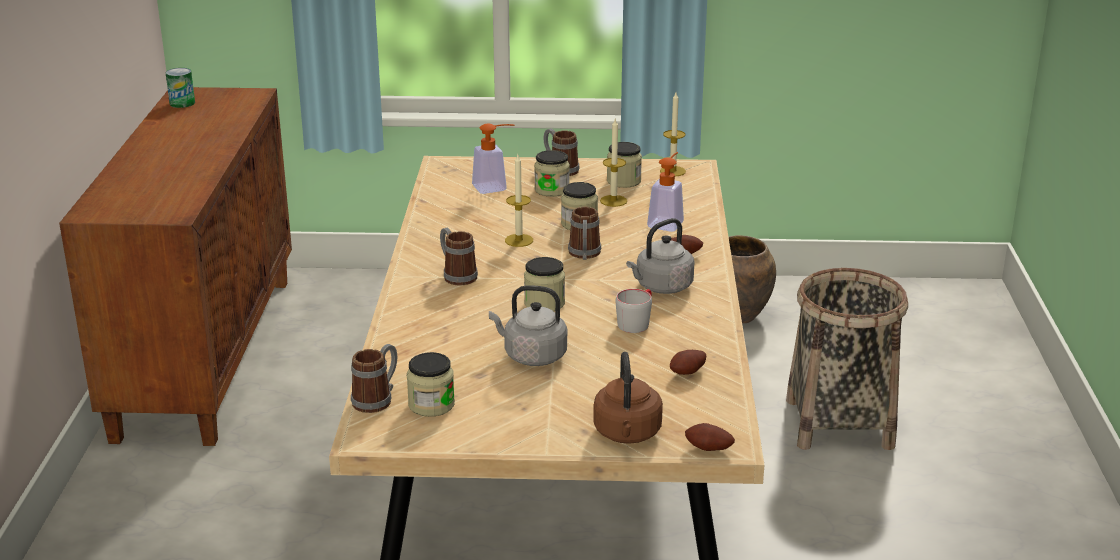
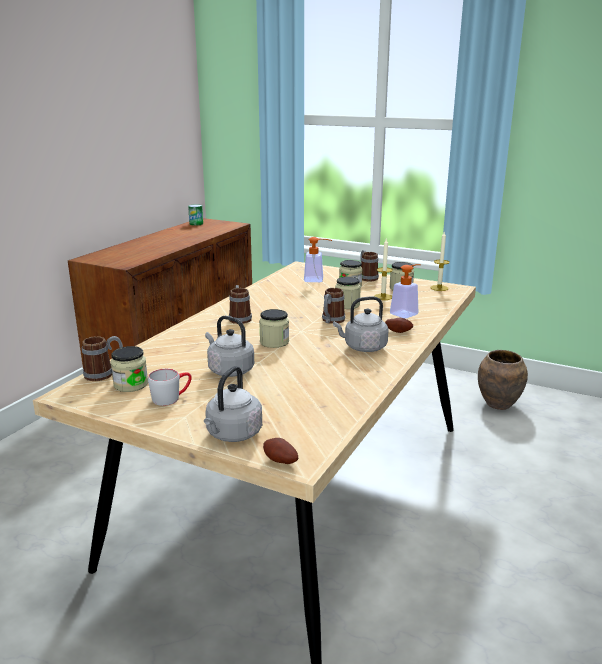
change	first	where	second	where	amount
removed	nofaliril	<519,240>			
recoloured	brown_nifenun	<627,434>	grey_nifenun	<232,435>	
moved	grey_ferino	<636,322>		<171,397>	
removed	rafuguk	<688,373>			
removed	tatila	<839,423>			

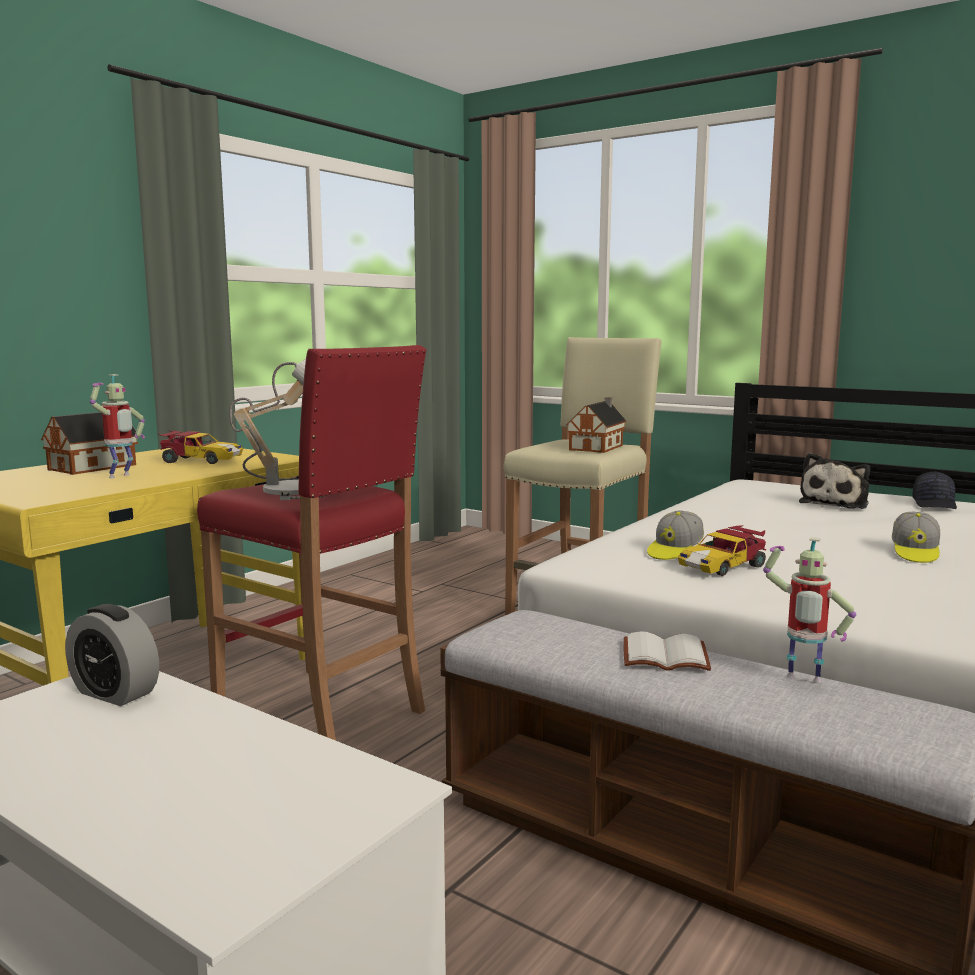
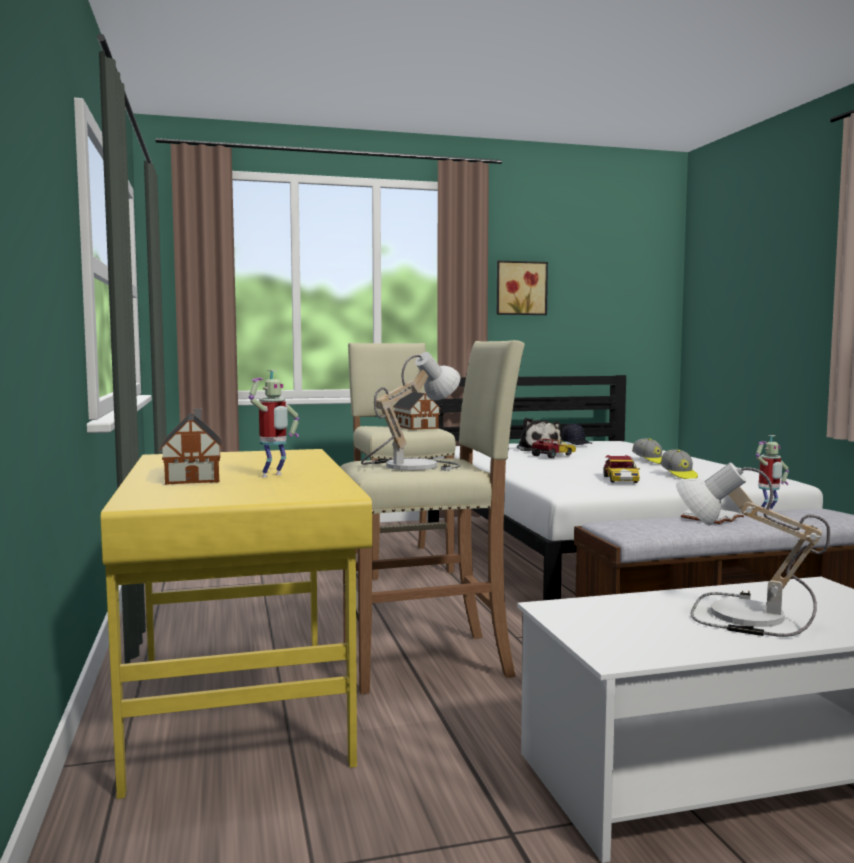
change	first	where	second	where	amount
removed	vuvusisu	<115,693>			
turned	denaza	<121,476>		<273,476>	60 degrees clockwise
moved	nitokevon	<200,461>		<552,455>	
recoloured	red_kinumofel	<321,712>	beige_kinumofel	<428,662>	
moved	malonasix	<674,551>		<679,475>	
added			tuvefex	<520,288>	
added			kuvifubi	<741,616>	

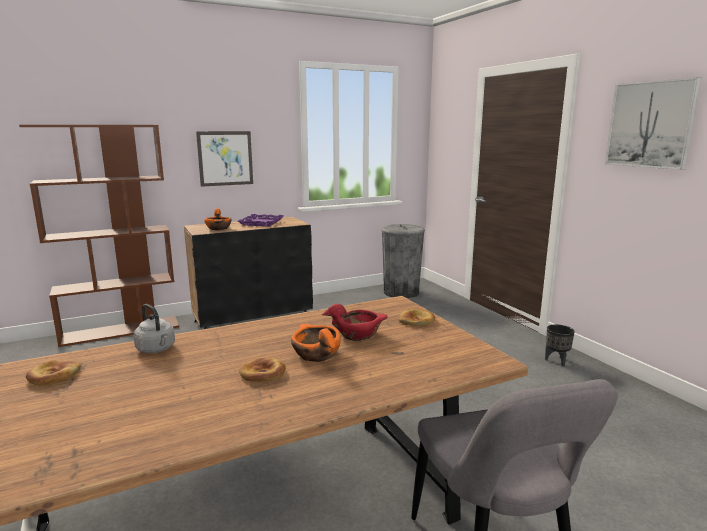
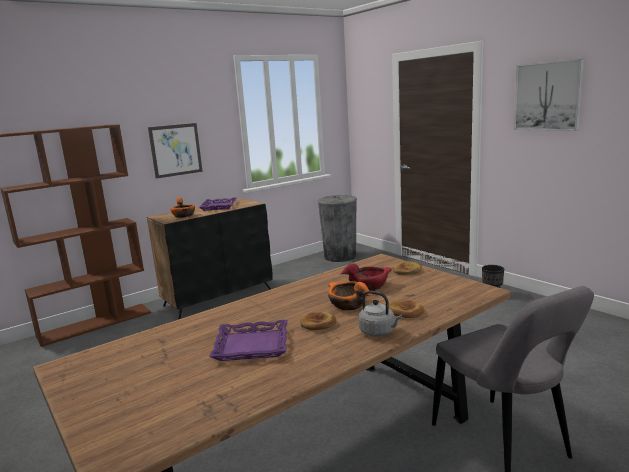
change	first	where	second	where	amount
moved	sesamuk	<53,376>		<406,312>	
moved	grey_nifenun	<157,349>		<379,332>	
added			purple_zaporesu	<251,346>	

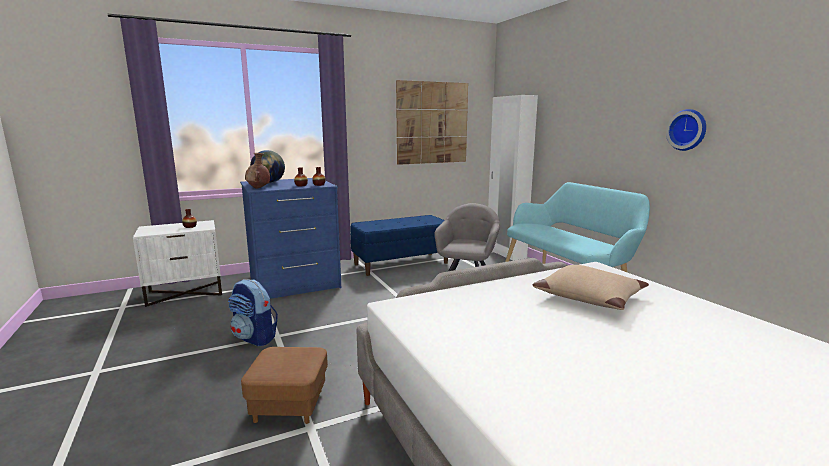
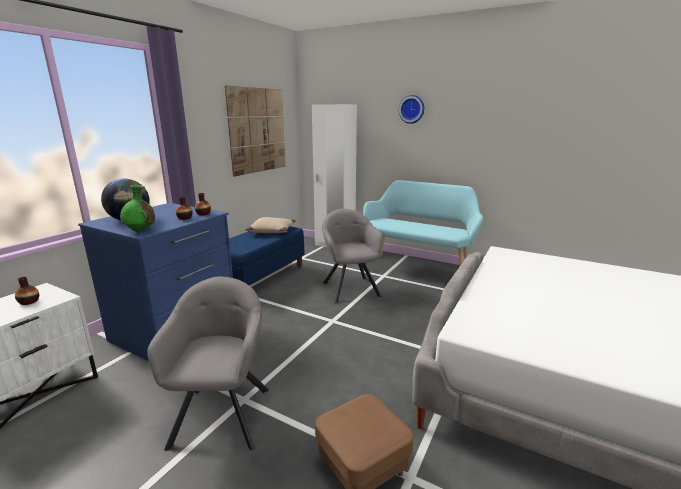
change	first	where	second	where	amount
replaced	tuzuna	<255,338>	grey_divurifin	<222,413>	
recoloured	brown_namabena	<258,188>	green_namabena	<141,231>	
moved	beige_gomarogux	<589,297>		<272,231>	
moved	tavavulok	<688,130>		<412,109>	

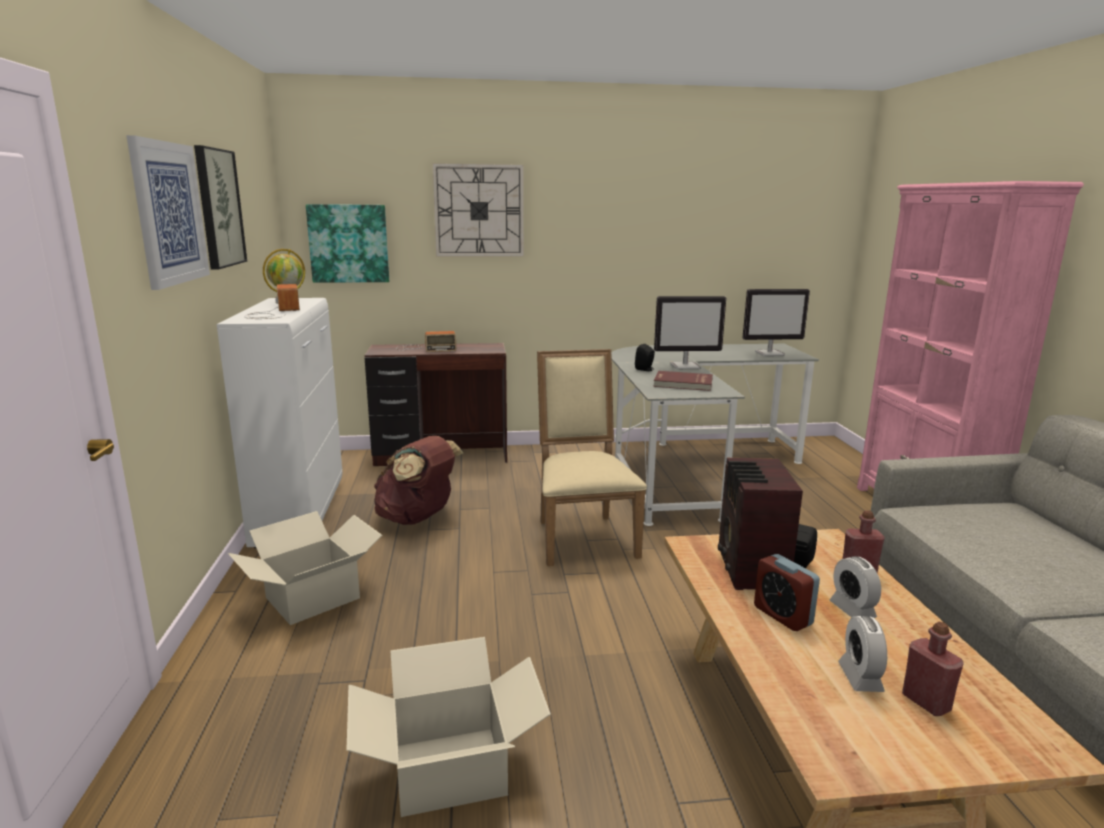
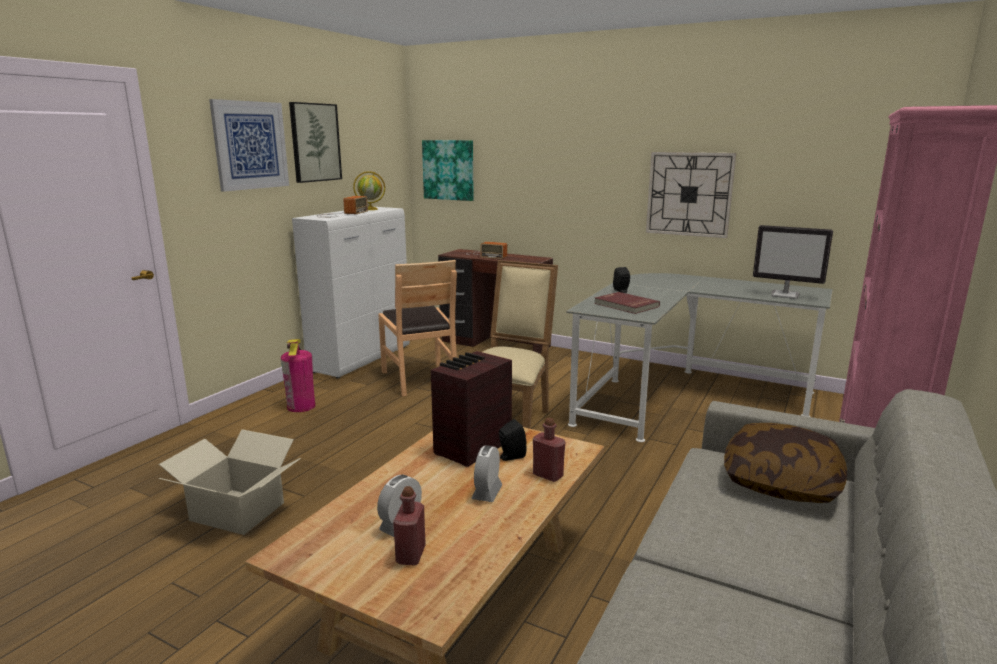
change	first	where	second	where	amount
replaced	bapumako	<313,598>	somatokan	<301,406>	
replaced	brown_tuzuna	<417,518>	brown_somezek	<420,379>	
moved	tavavulok	<479,211>		<689,194>	
removed	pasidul	<685,366>			
removed	vuvusisu	<782,615>			
added			gomarogux	<781,481>	

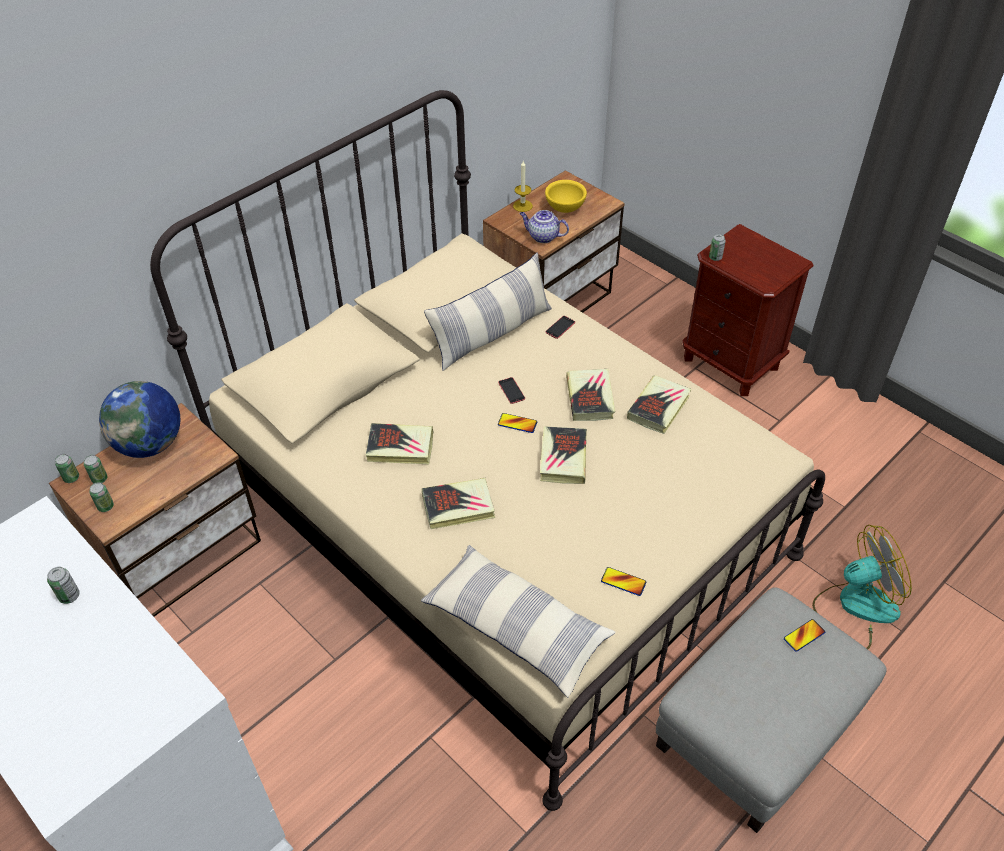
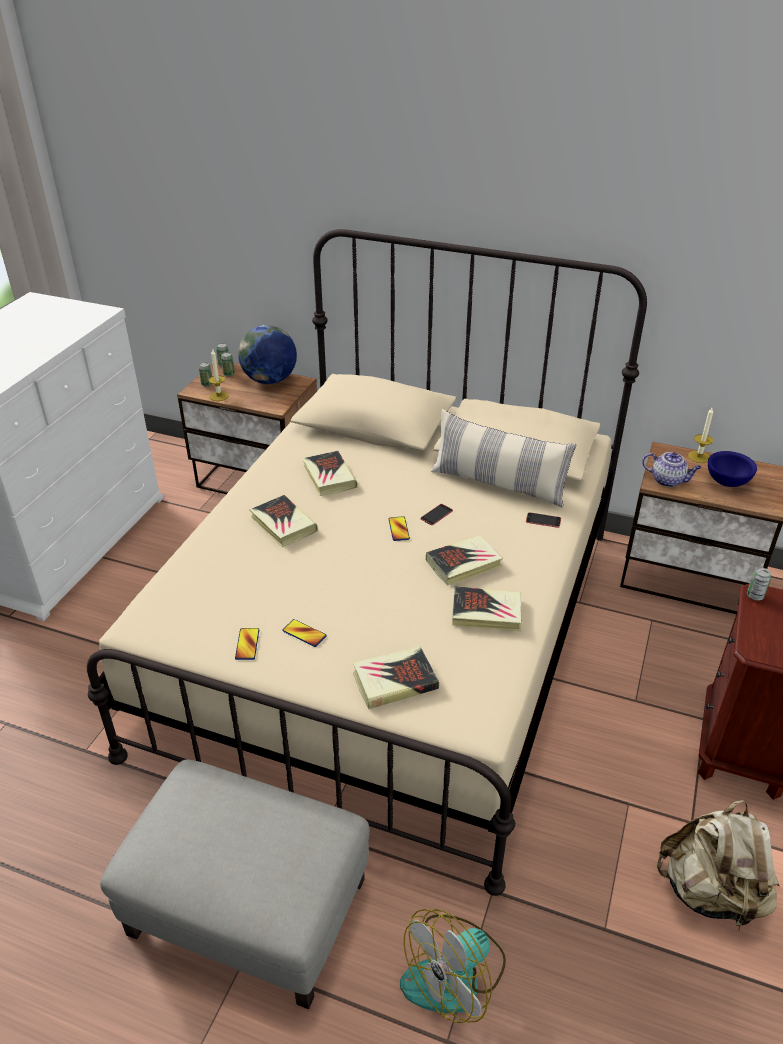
change	first	where	second	where	amount
removed	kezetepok	<69,596>			
removed	gomarogux	<516,627>			
turned	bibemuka	<542,236>		<668,480>	120 degrees clockwise
moved	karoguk	<563,458>		<394,681>	
recoloured	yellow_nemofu	<564,208>	blue_nemofu	<726,482>	
moved	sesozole	<804,635>		<304,634>	
turned	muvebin	<855,607>		<454,974>	90 degrees clockwise
added			nofaliril	<219,396>	
added			beige_tuzuna	<710,892>	

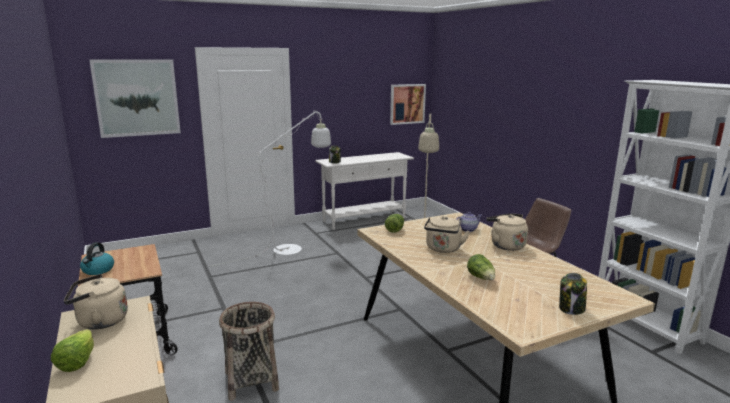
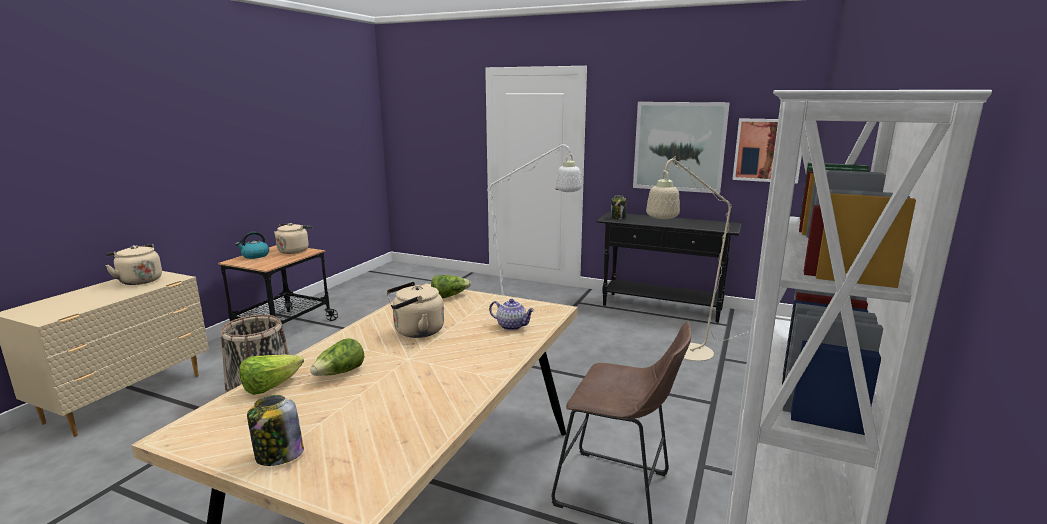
change	first	where	second	where	amount
moved	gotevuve	<77,362>		<270,387>	
moved	tuvefex	<137,98>		<679,147>	
recoloured	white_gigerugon	<364,220>	black_gigerugon	<662,307>	
moved	beige_nifenun	<505,245>		<294,250>	

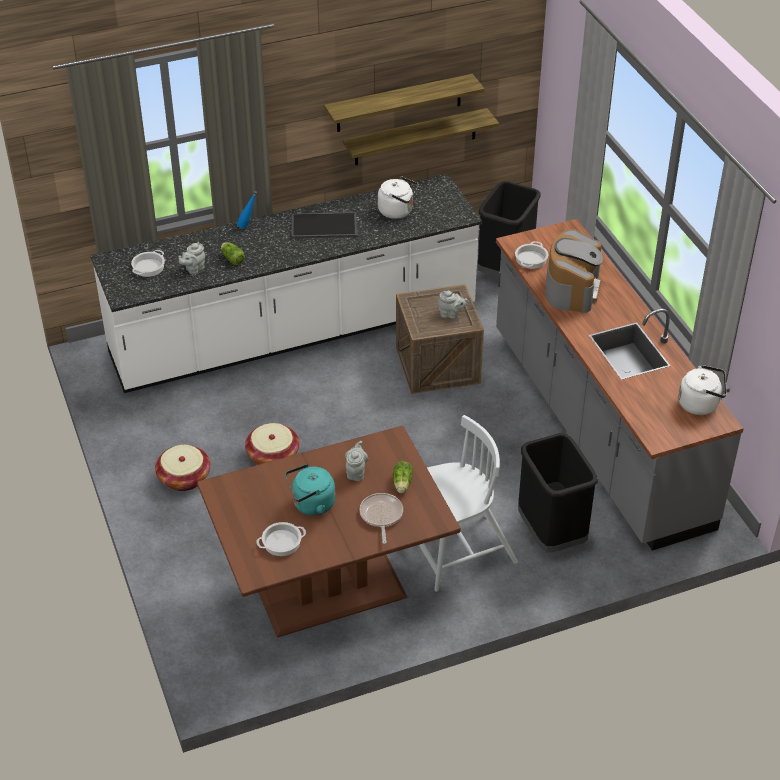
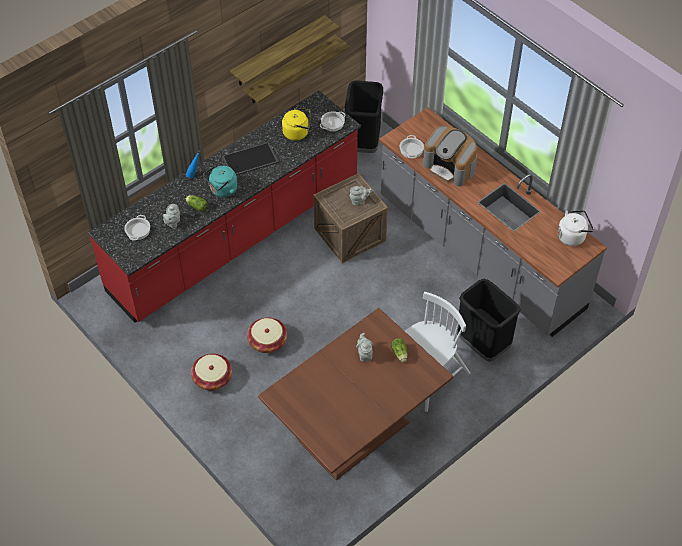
change	first	where	second	where	amount
recoloured	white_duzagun	<294,333>	red_duzagun	<236,237>	
moved	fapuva	<282,542>		<332,123>	
moved	turquoise_nifenun	<311,505>		<222,190>	
removed	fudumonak	<381,516>			
recoloured	white_nifenun	<398,211>	yellow_nifenun	<297,132>	
turned	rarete	<572,288>		<450,167>	135 degrees clockwise

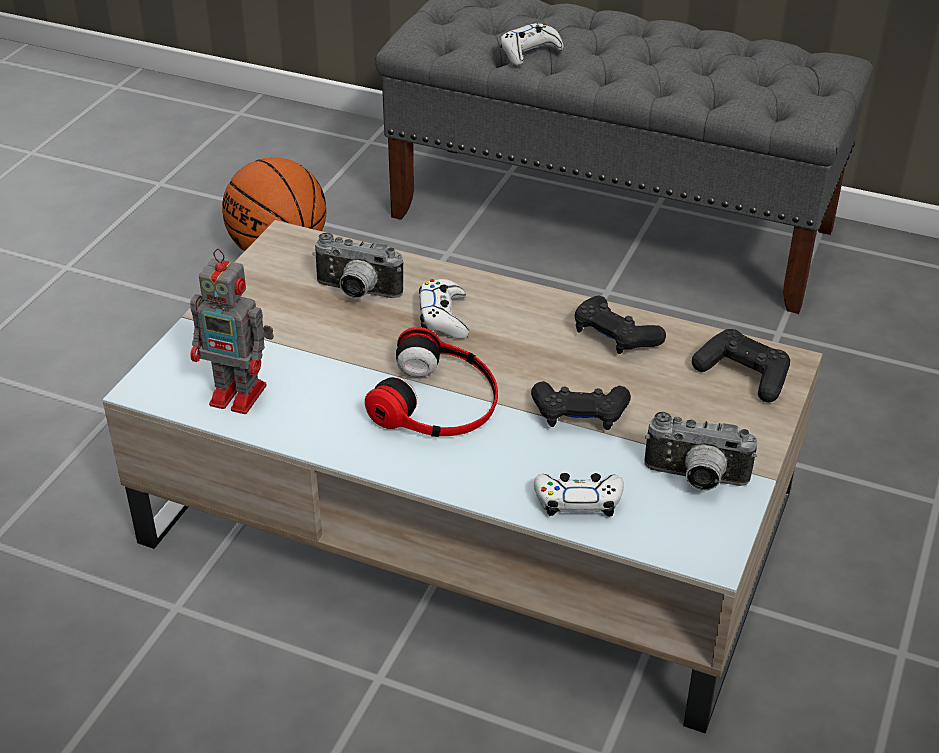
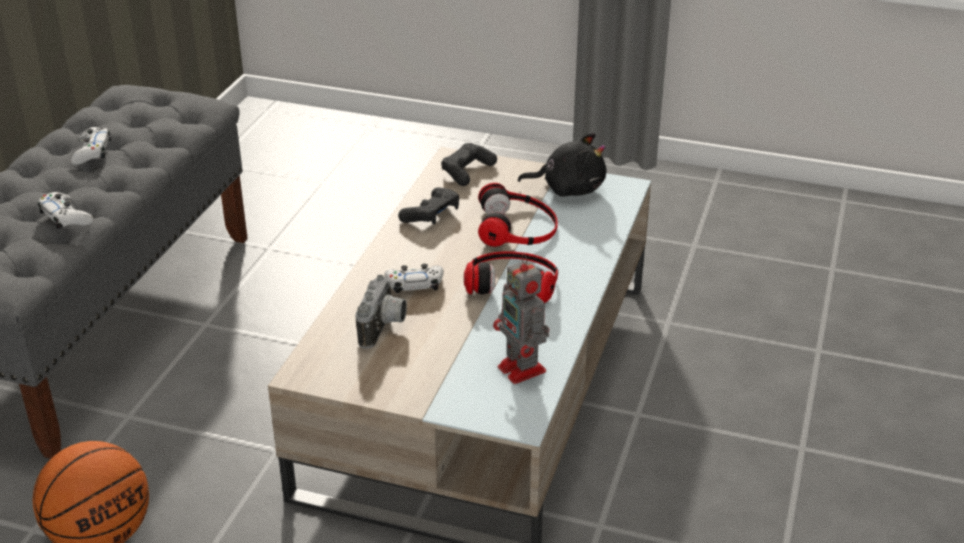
change	first	where	second	where	amount
turned	denaza	<241,395>		<523,370>	135 degrees clockwise
replaced	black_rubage	<579,415>	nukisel	<517,226>	
moved	white_rubage	<578,501>		<92,152>	
replaced	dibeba	<695,480>	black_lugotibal	<569,189>	

